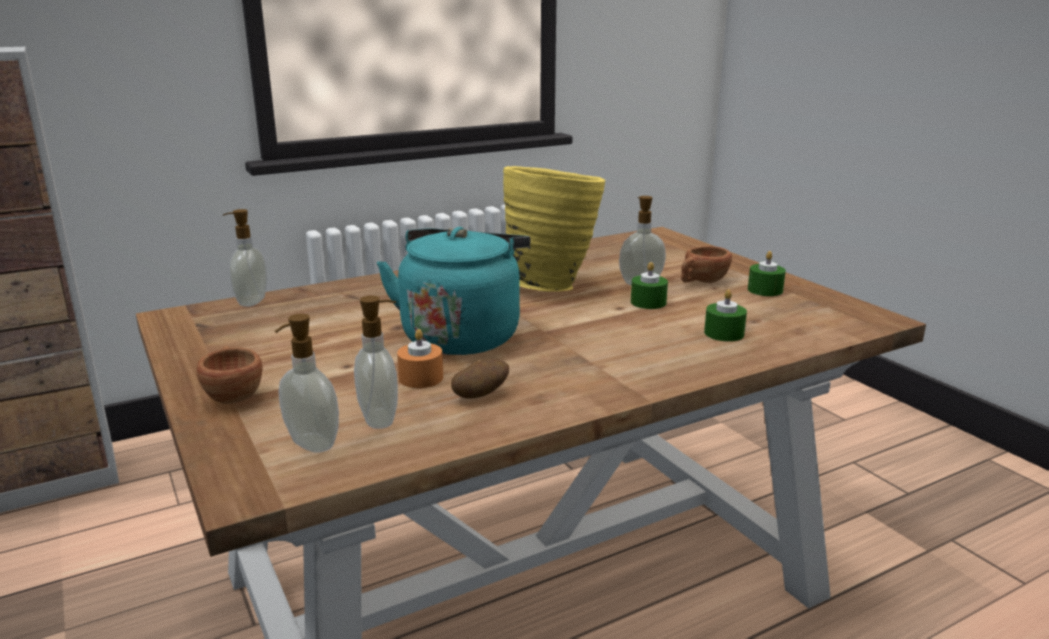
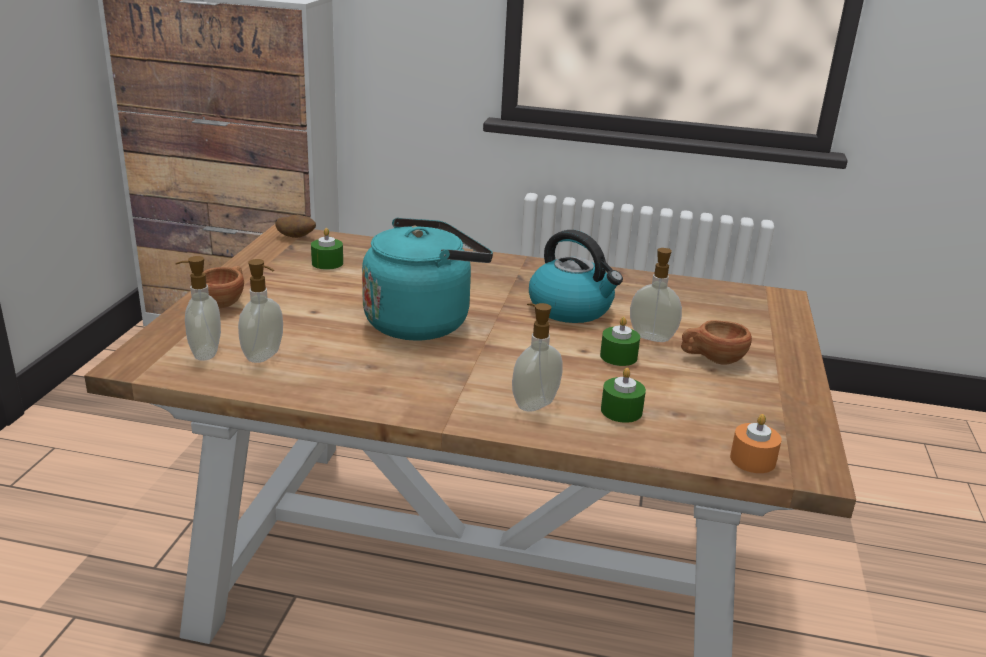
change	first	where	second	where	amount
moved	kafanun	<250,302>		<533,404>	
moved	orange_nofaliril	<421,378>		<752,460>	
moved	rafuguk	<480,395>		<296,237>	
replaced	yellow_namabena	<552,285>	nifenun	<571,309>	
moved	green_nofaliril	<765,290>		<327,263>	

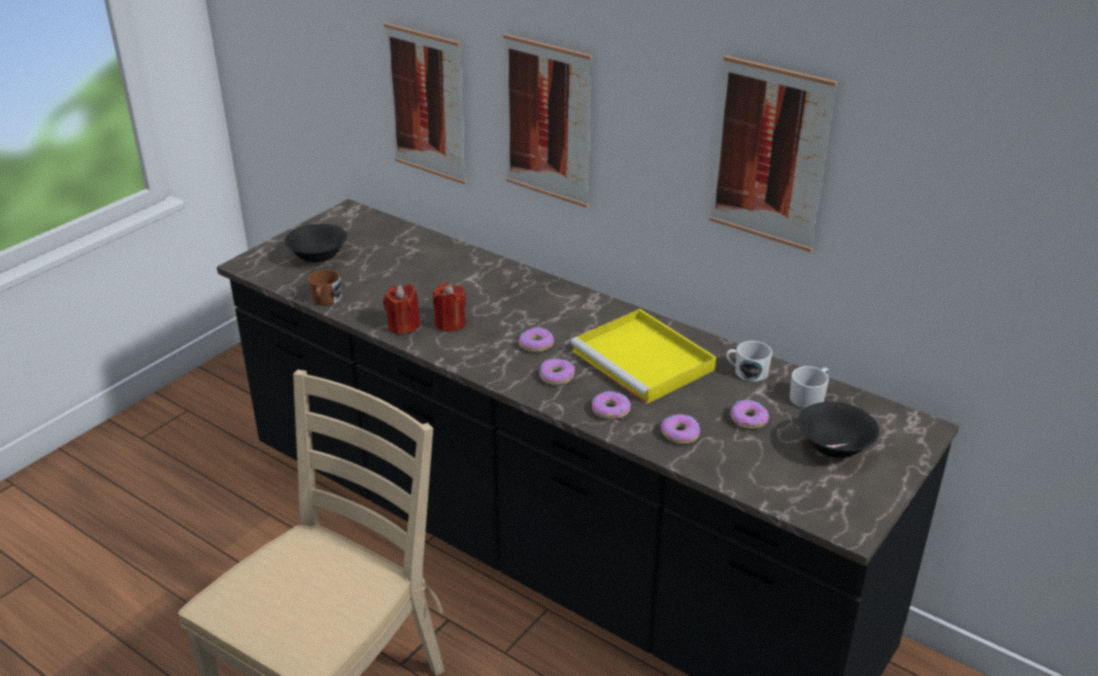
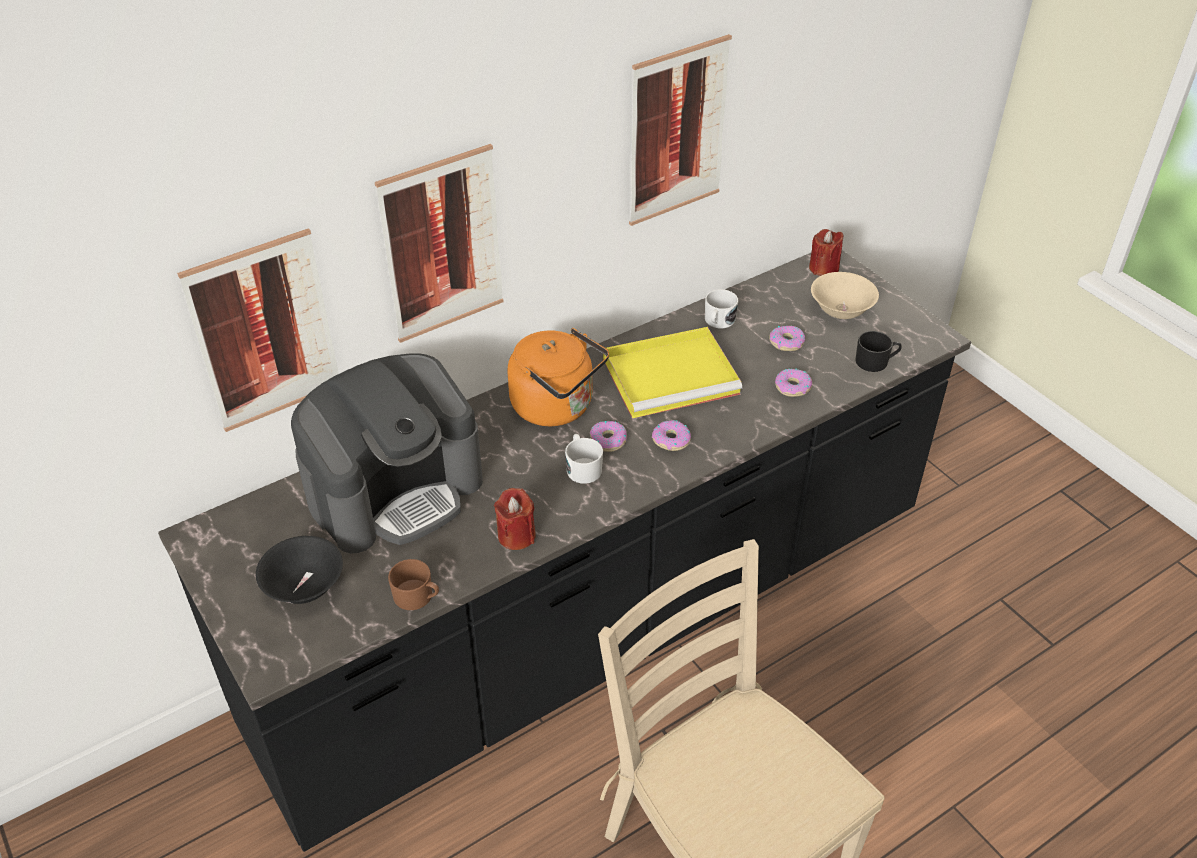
change	first	where	second	where	amount
moved	red_nofaliril	<450,323>		<824,268>	
removed	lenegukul	<610,410>			
moved	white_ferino	<809,397>		<582,467>	
recoloured	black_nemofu	<833,448>	beige_nemofu	<840,311>	
added			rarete	<395,490>	
added			orange_nifenun	<557,407>	
added			black_ferino	<876,362>	

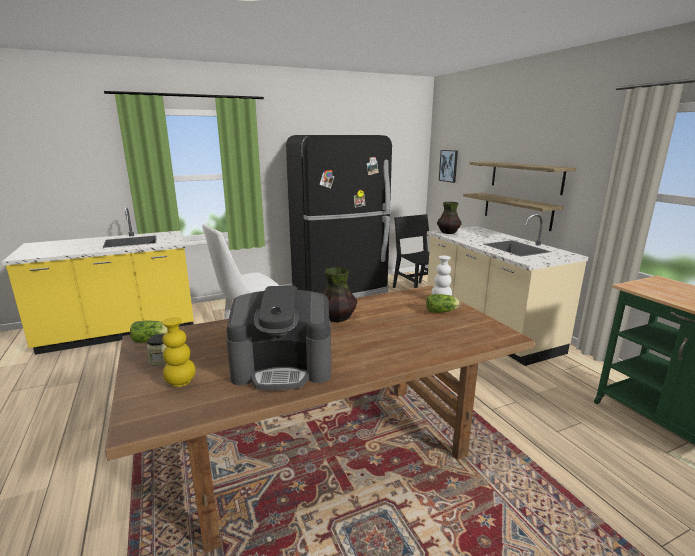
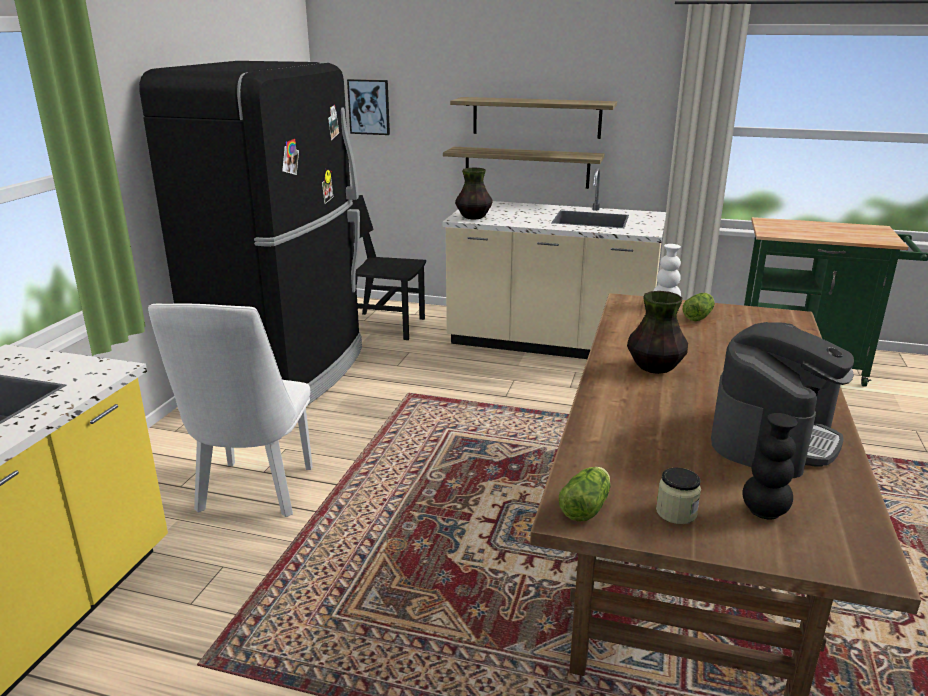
change	first	where	second	where	amount
recoloured	yellow_namabena	<181,382>	black_namabena	<764,512>	

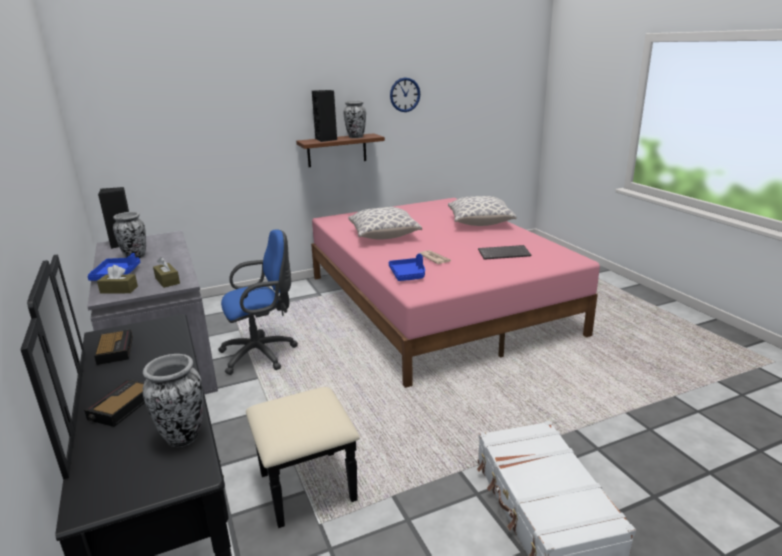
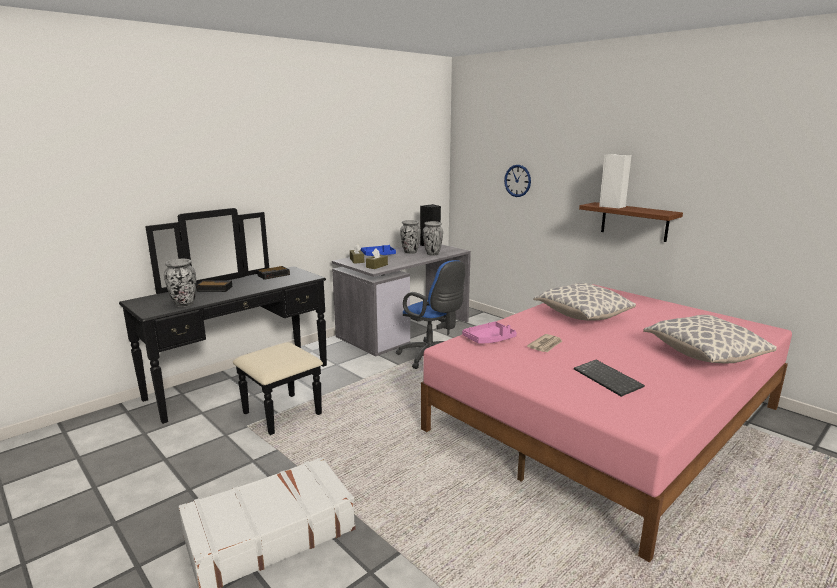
change	first	where	second	where	amount
recoloured	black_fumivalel	<326,139>	white_fumivalel	<613,206>	
moved	namabena	<356,137>		<432,254>	
recoloured	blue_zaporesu	<408,275>	pink_zaporesu	<489,339>	
moved	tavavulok	<405,94>		<517,180>	

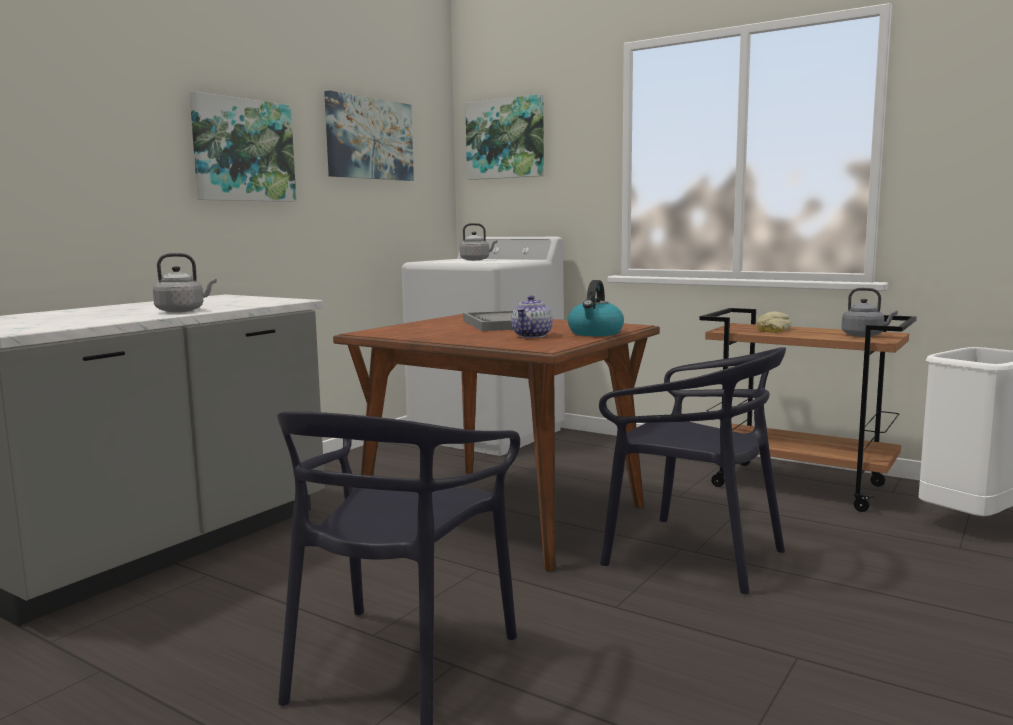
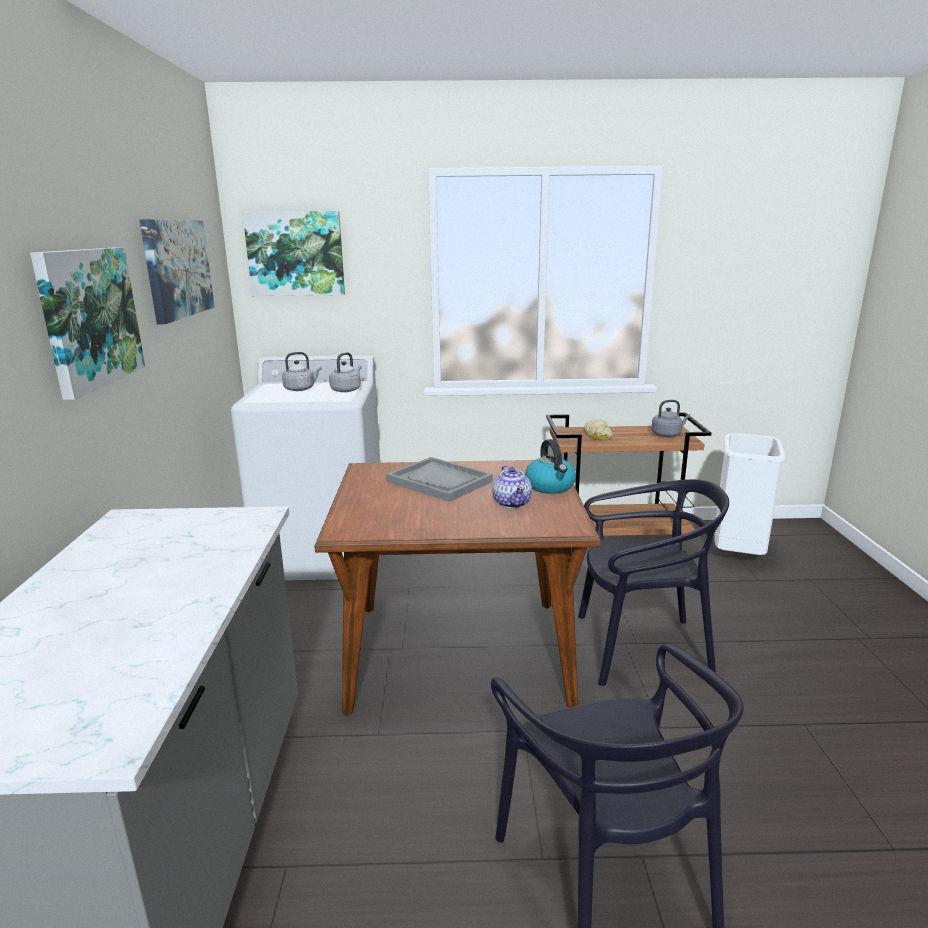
change	first	where	second	where	amount
moved	grey_nifenun	<183,311>		<347,390>	

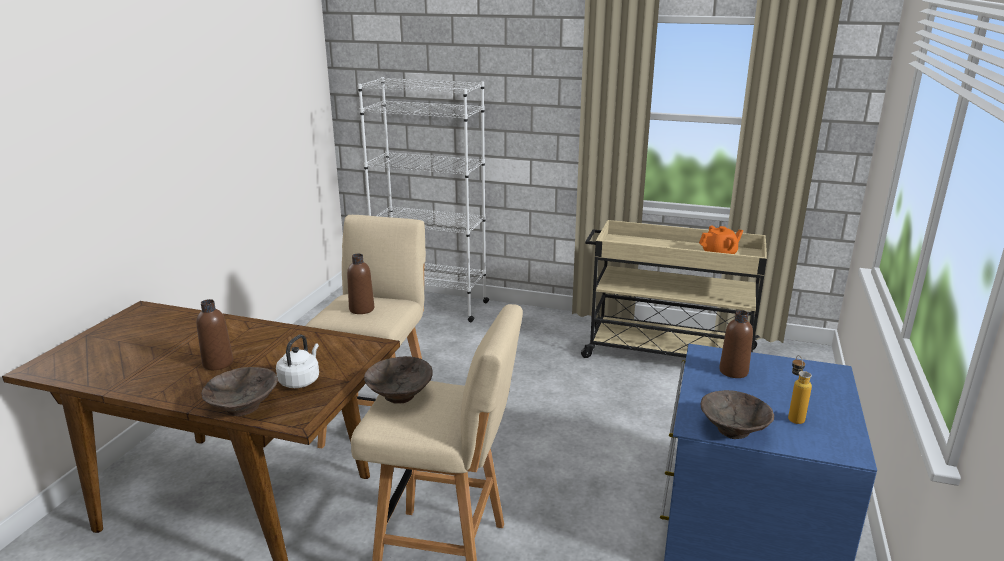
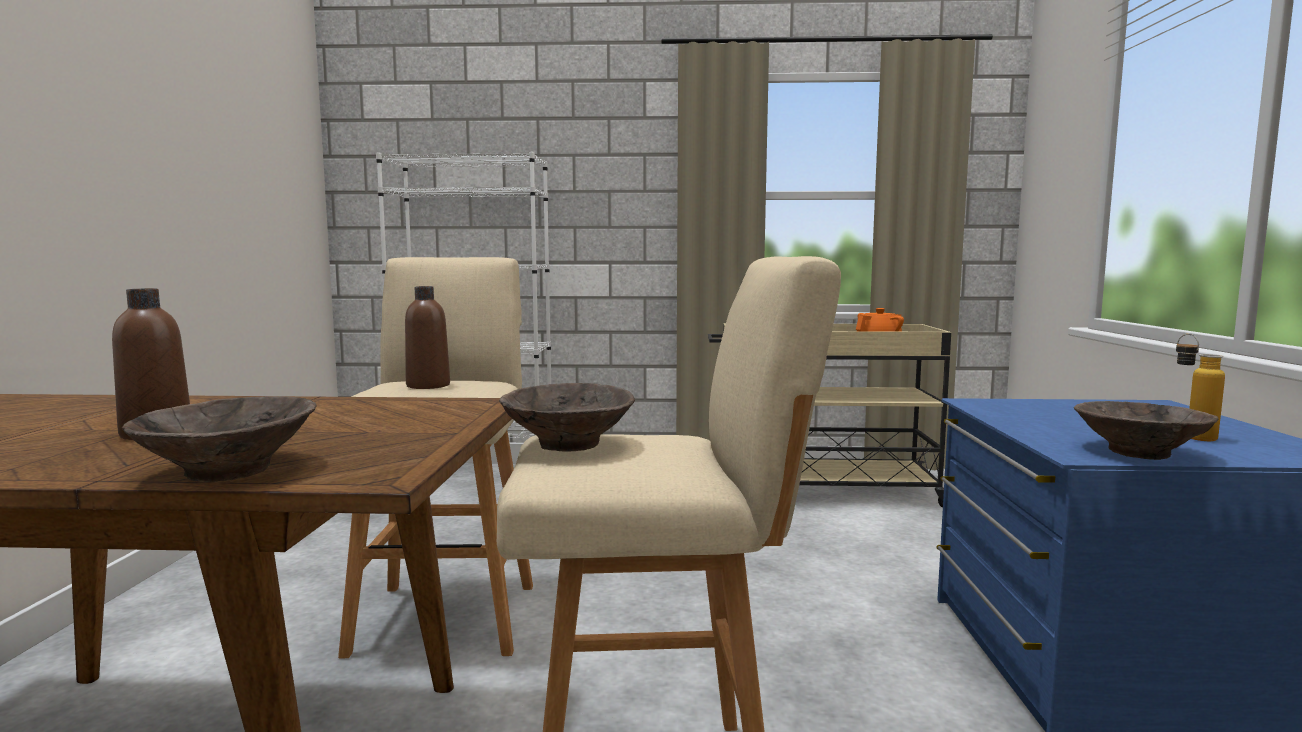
change	first	where	second	where	amount
removed	white_nifenun	<300,380>			
removed	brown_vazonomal	<733,371>			

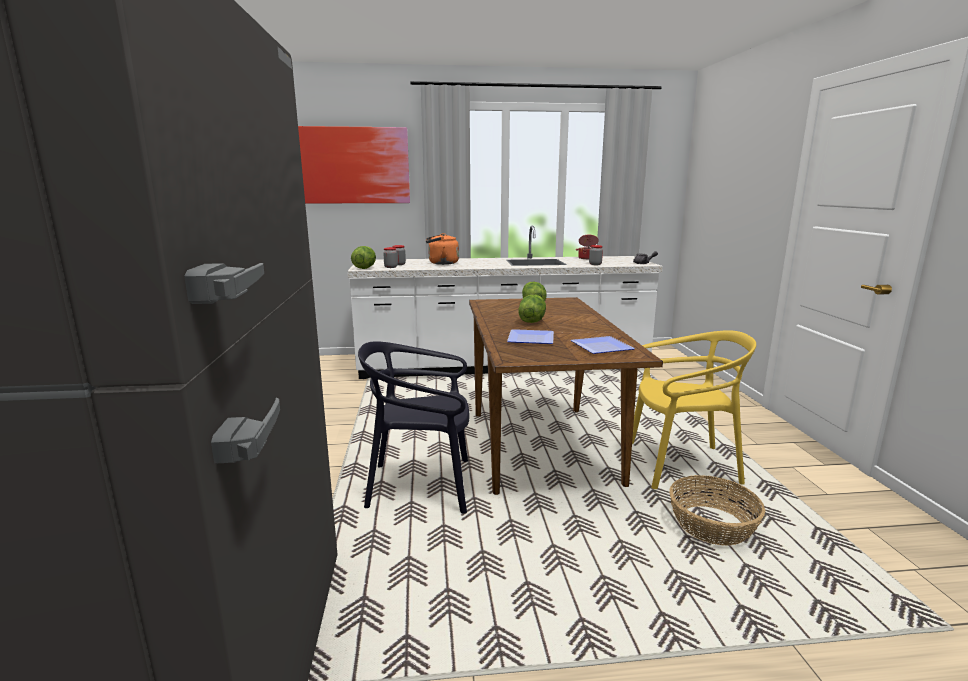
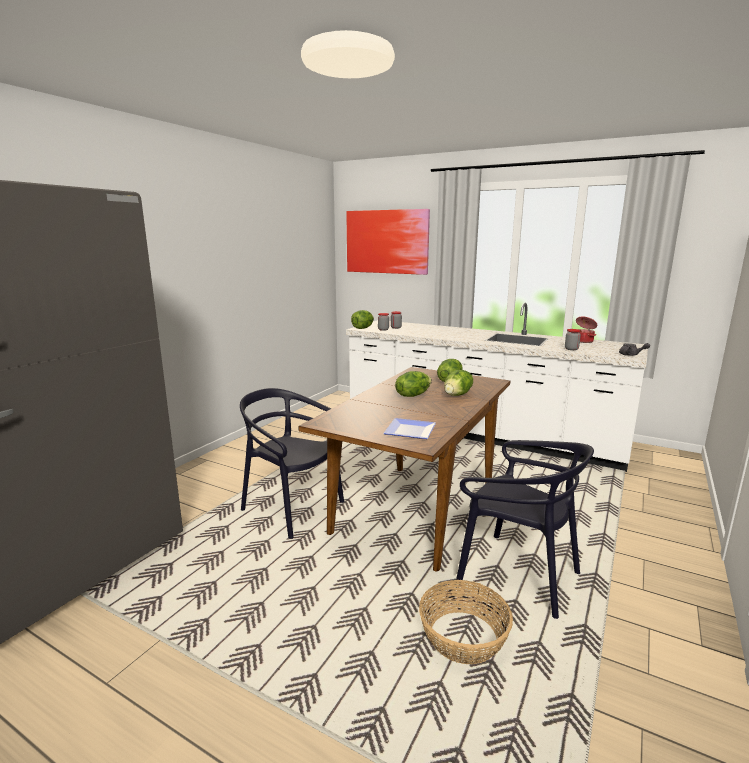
change	first	where	second	where	amount
removed	orange_nifenun	<441,263>			
removed	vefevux	<532,339>			
recoloured	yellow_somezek	<681,465>	black_somezek	<518,574>	
added			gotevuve	<457,395>	

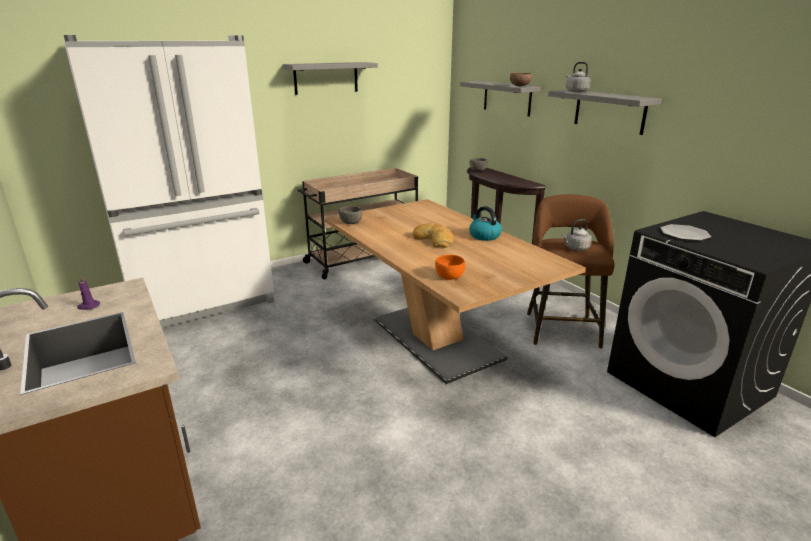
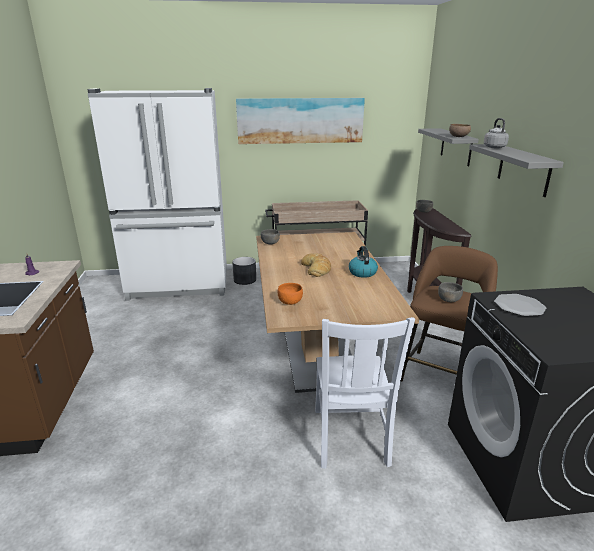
change	first	where	second	where	amount
replaced	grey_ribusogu	<326,78>	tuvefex	<300,120>	
replaced	grey_nifenun	<575,248>	grey_nemofu	<449,299>	
added			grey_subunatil	<244,280>	
added			white_somezek	<350,438>	

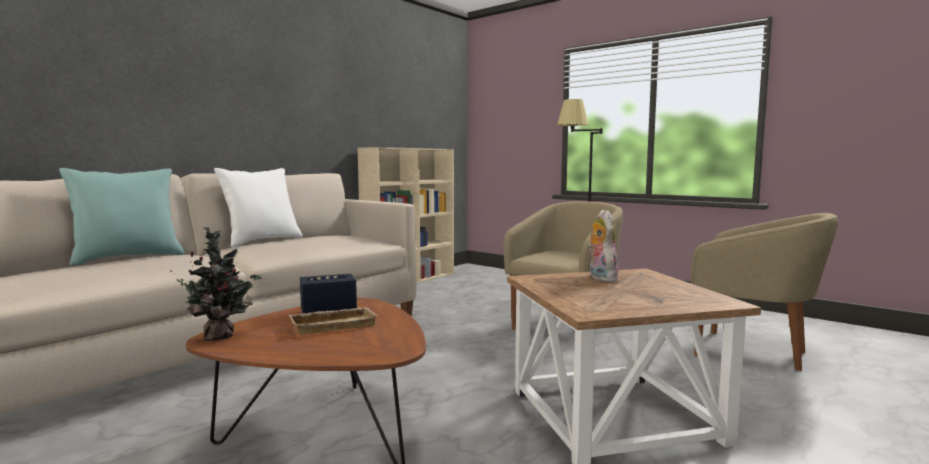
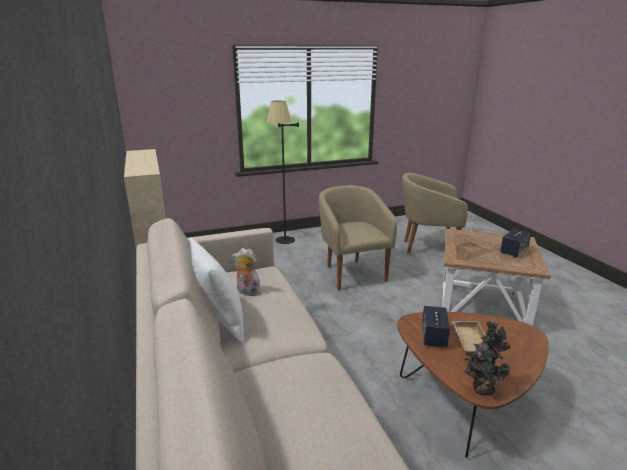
change	first	where	second	where	amount
removed	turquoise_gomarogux	<128,258>			
moved	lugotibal	<600,278>		<247,292>	
turned	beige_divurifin	<753,352>		<427,247>	150 degrees counterclockwise
added			fumivalel	<513,252>	

